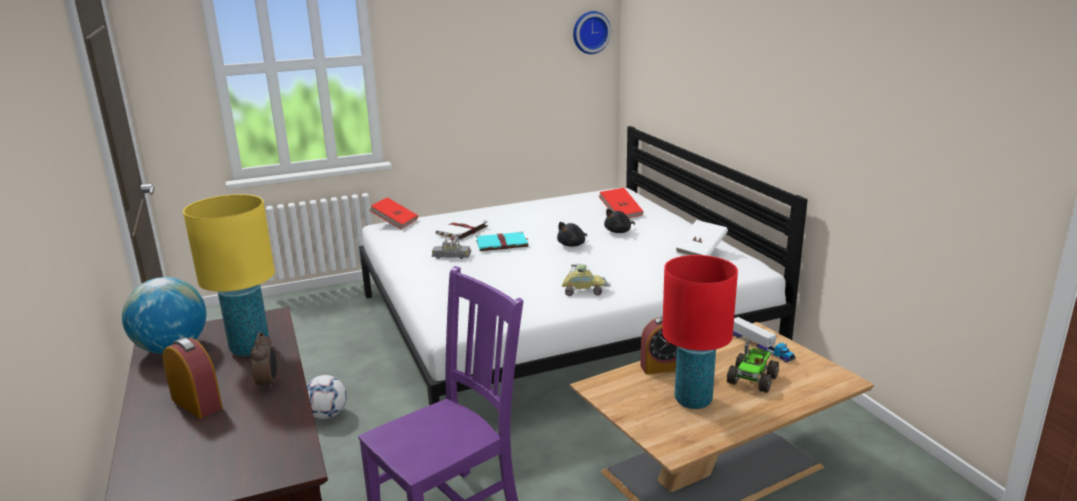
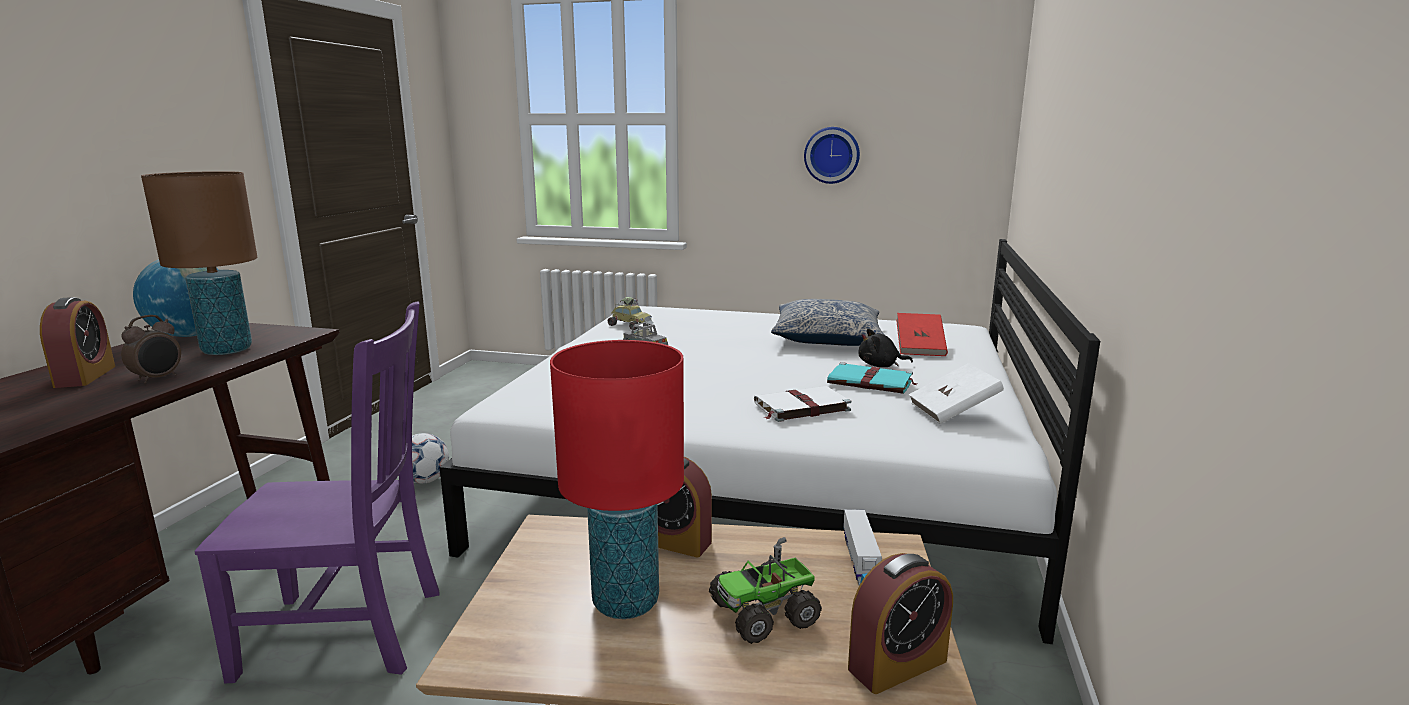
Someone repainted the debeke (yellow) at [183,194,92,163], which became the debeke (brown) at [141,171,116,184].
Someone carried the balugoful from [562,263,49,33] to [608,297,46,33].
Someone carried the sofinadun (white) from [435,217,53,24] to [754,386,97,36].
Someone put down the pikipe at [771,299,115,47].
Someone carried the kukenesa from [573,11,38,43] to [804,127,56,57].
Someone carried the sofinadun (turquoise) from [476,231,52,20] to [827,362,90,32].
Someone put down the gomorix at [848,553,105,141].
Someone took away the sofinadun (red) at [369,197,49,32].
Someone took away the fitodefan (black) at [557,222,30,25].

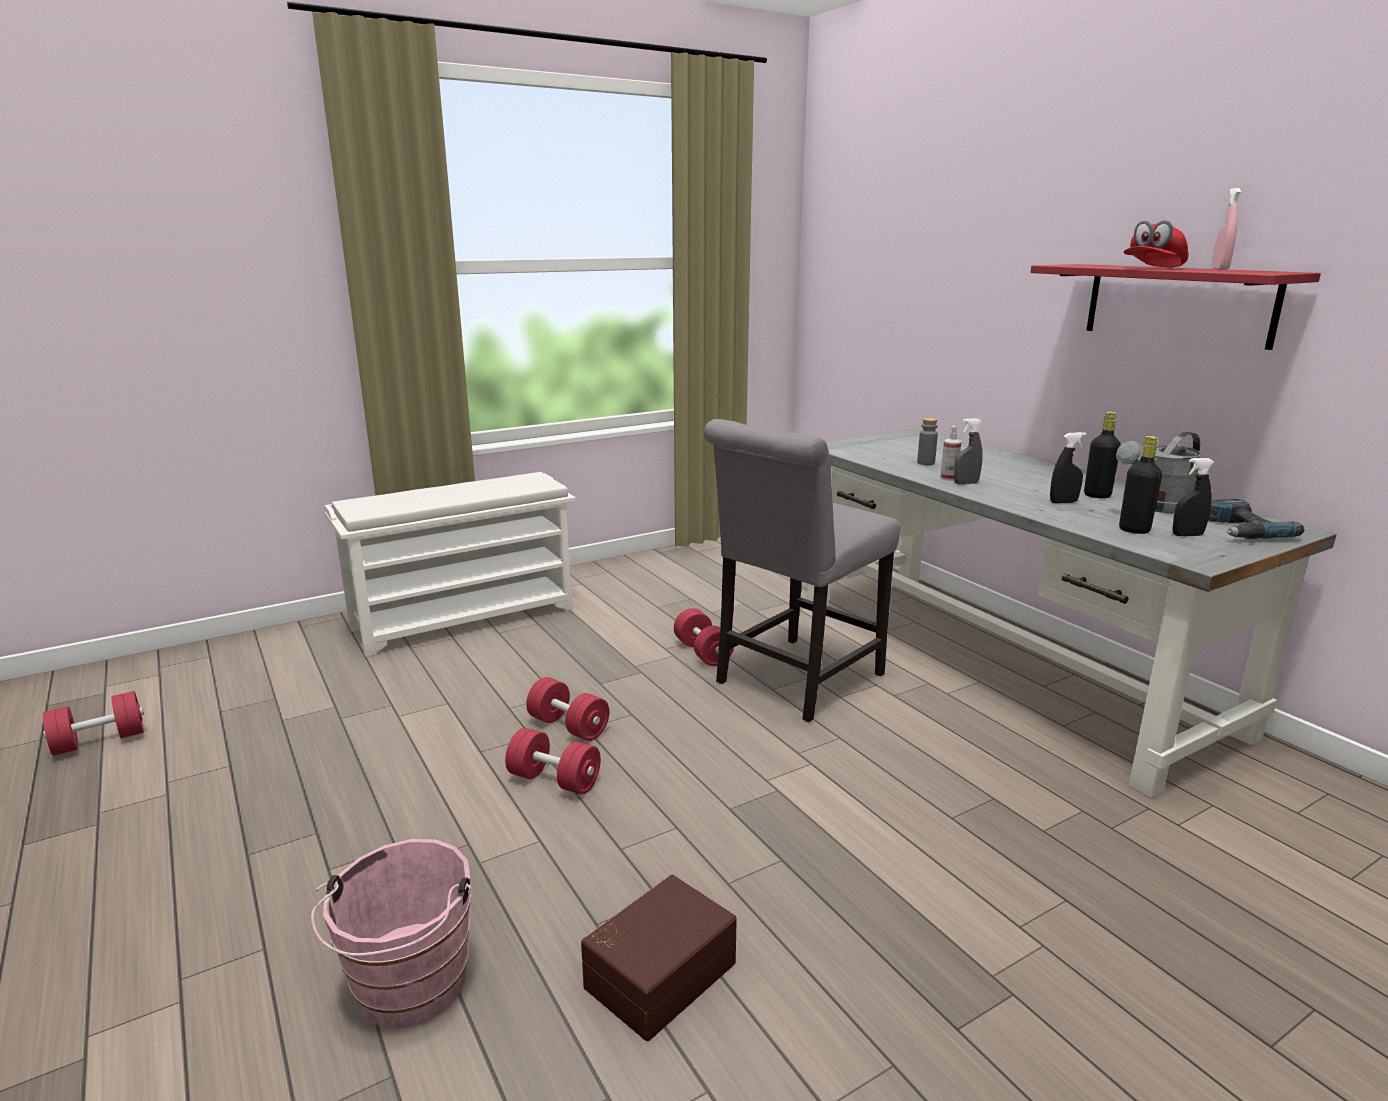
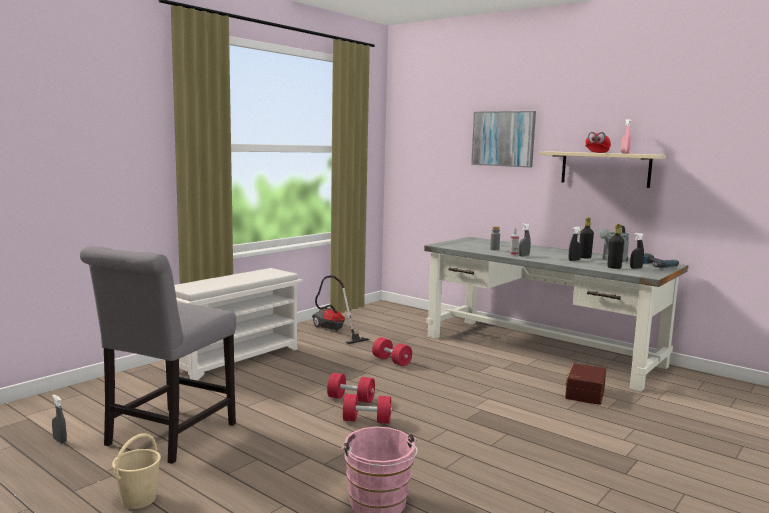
Someone swapped the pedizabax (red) at [43,691,101,65] for the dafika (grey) at [52,394,15,50].
Someone carried the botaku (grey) from [704,419,196,303] to [80,246,156,218].
Someone put down the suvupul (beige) at [112,433,49,76].
Someone put down the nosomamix at [312,276,57,68].
Someone put up the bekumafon at [471,111,65,57].
Someone repainted the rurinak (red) at [1030,264,291,86], which became the rurinak (beige) at [539,151,127,37].
Someone carried the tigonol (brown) from [581,875,156,166] to [565,363,41,42].

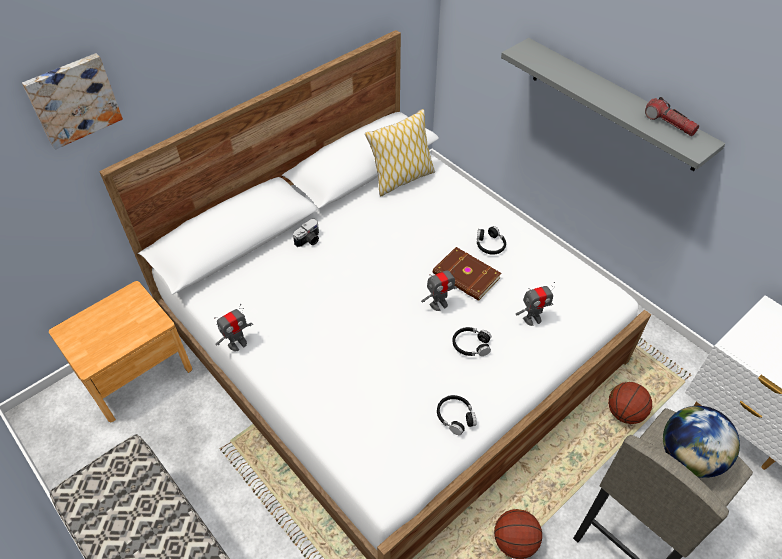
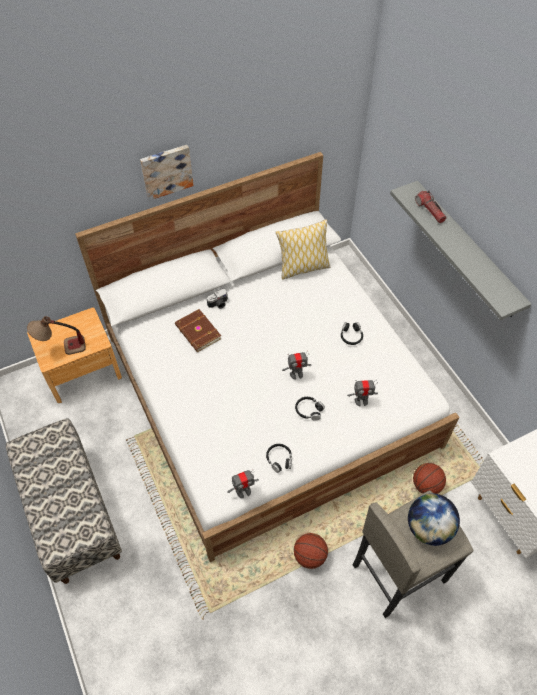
Someone put down the debeke at [27,316,59,39].
Someone carried the bekumafon from [22,53,101,97] to [140,145,53,55].
Someone carried the sofinadun (brown) from [433,247,68,54] to [175,309,47,43].
Someone carried the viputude from [214,304,39,47] to [227,470,32,28].
Someone carried the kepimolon from [645,97,54,39] to [415,191,31,32].

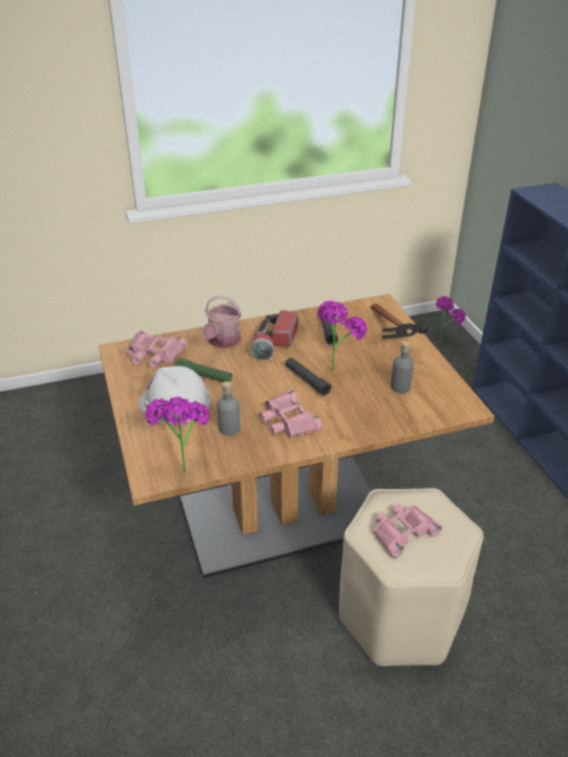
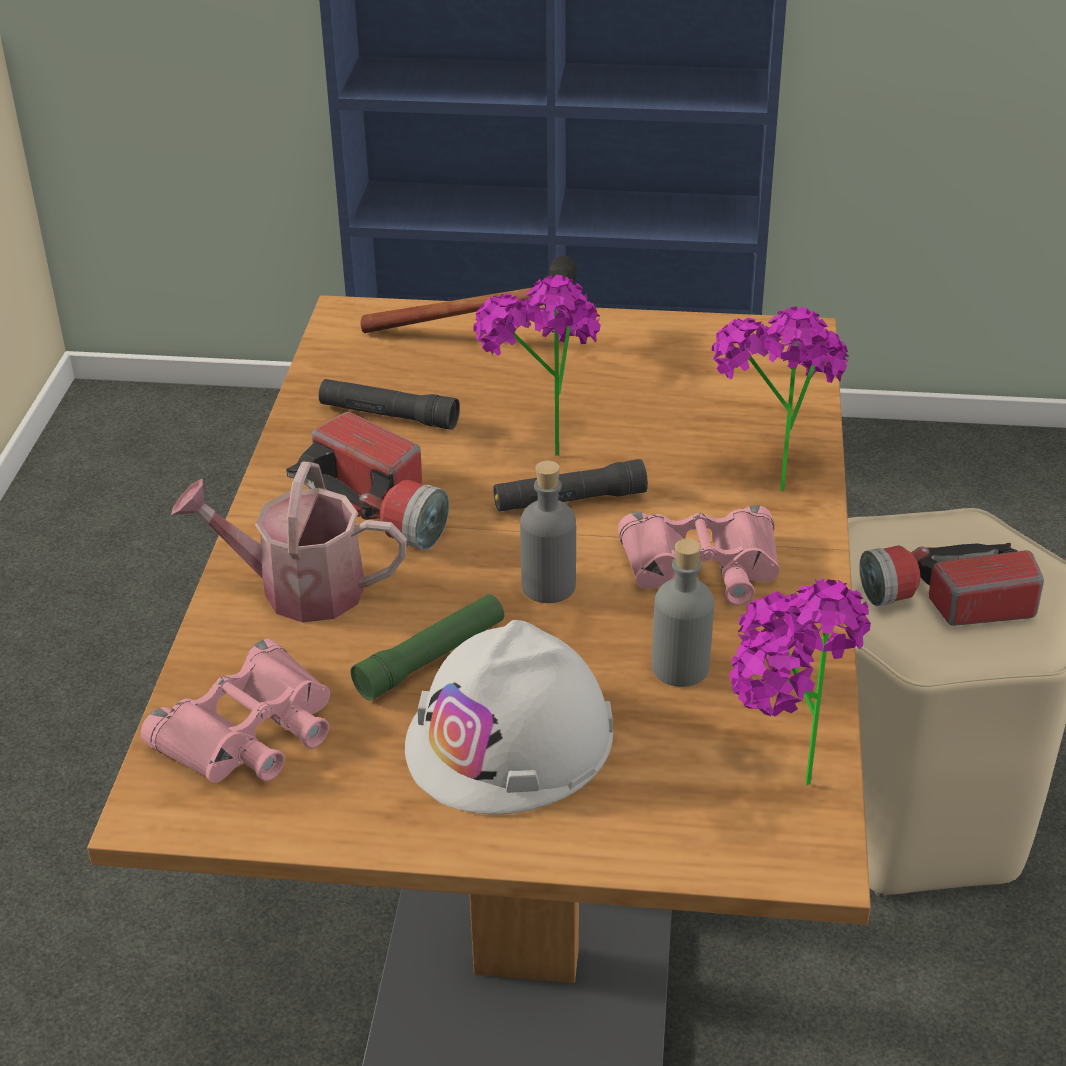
Someone rotated the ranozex at [202,296,39,52] by 150 degrees clockwise.
Someone carried the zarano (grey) from [391,341,23,52] to [520,461,56,142].
Someone carried the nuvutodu from [436,296,30,46] to [712,307,137,184].
Someone swapped the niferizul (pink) at [373,504,69,54] for the kepimolon at [859,543,185,83].

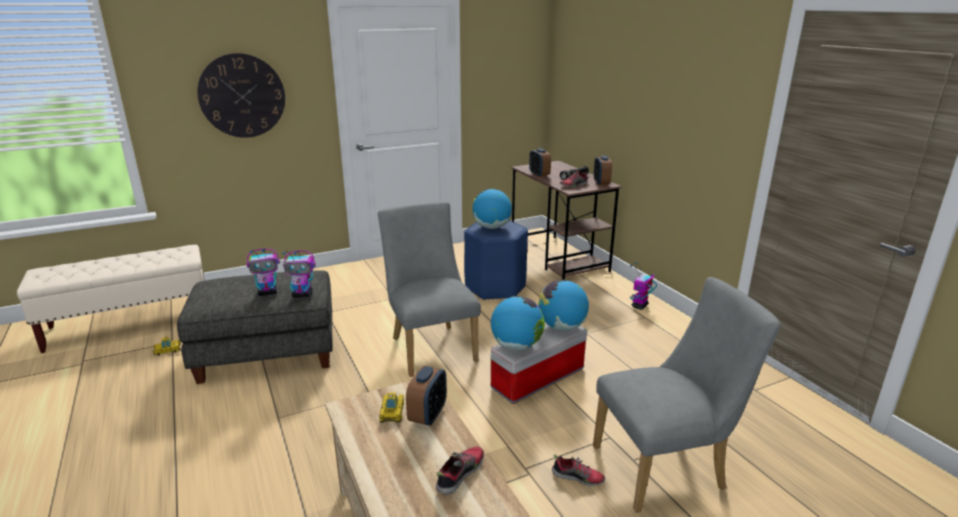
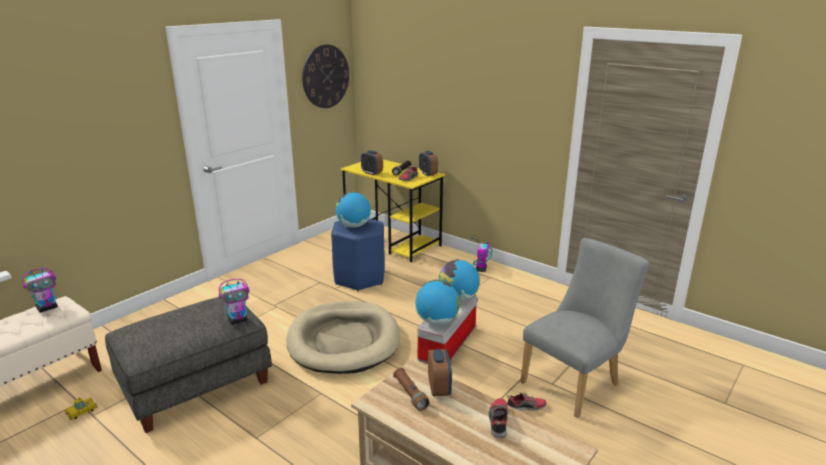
Someone carried the viputude from [247,248,33,48] to [23,268,35,45].
Someone swapped the botaku (grey) at [378,202,103,175] for the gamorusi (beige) at [286,301,114,73].
Someone carried the kukenesa from [197,53,88,85] to [302,44,47,64].
Someone repainted the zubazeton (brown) at [511,161,111,119], which became the zubazeton (yellow) at [340,160,105,102].
Someone swapped the balugoful at [379,393,25,30] for the kepimolon (brown) at [393,368,36,43].

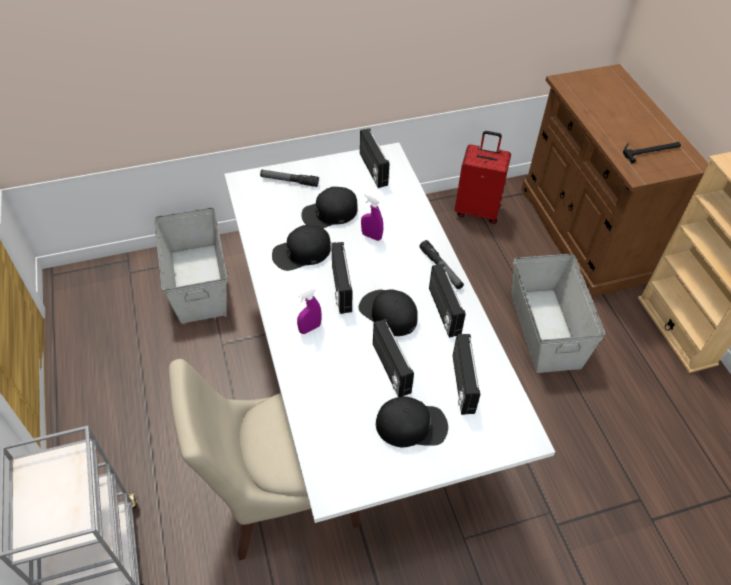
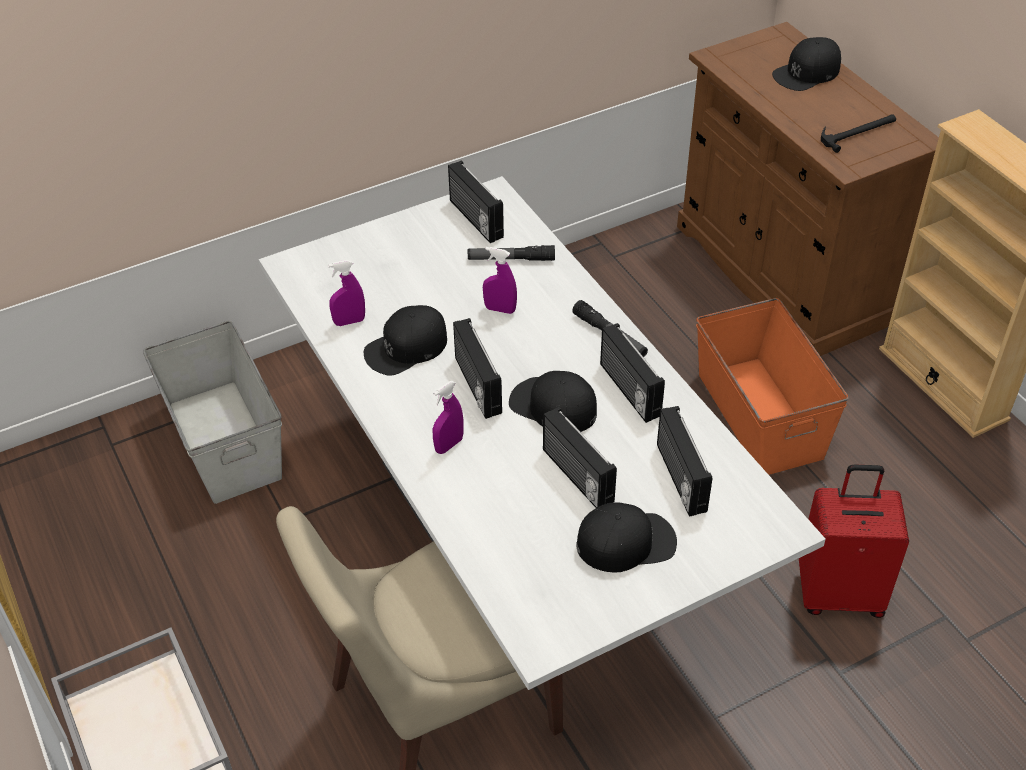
Someone put down the dafika (purple) at [328,260,37,66].
Someone carried the kepimolon from [260,170,59,17] to [468,245,87,16].
Someone repainted the tigonol (grey) at [511,254,95,119], which became the tigonol (orange) at [696,298,153,177].
Someone carried the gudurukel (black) from [302,187,56,41] to [772,37,69,54].
Someone carried the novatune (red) from [455,131,56,93] to [799,464,110,154].

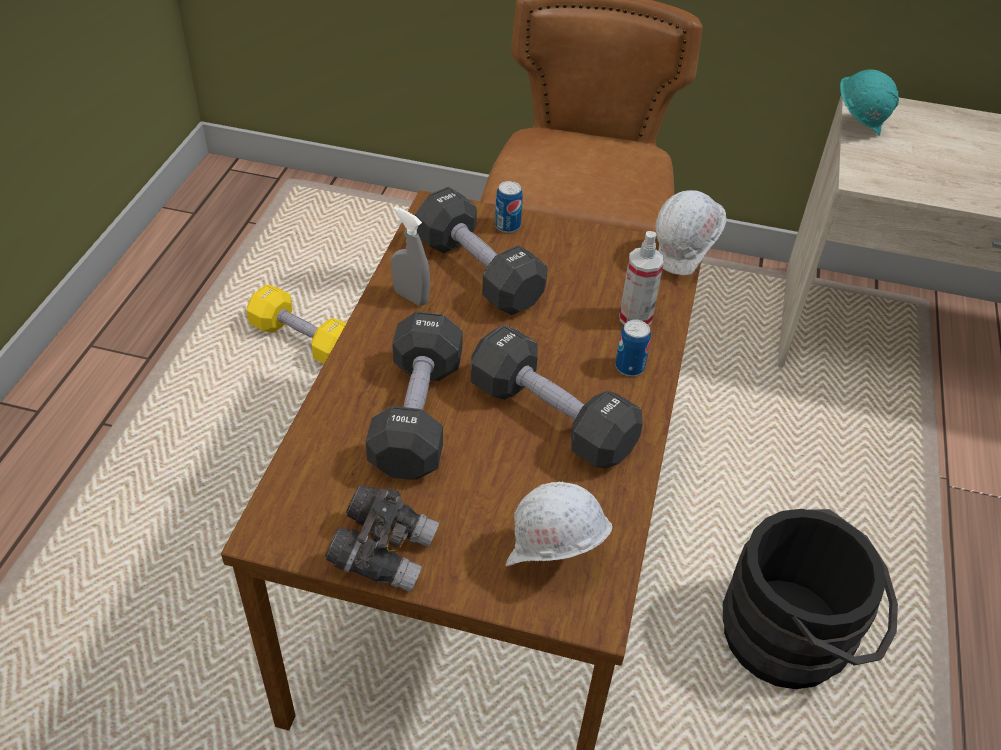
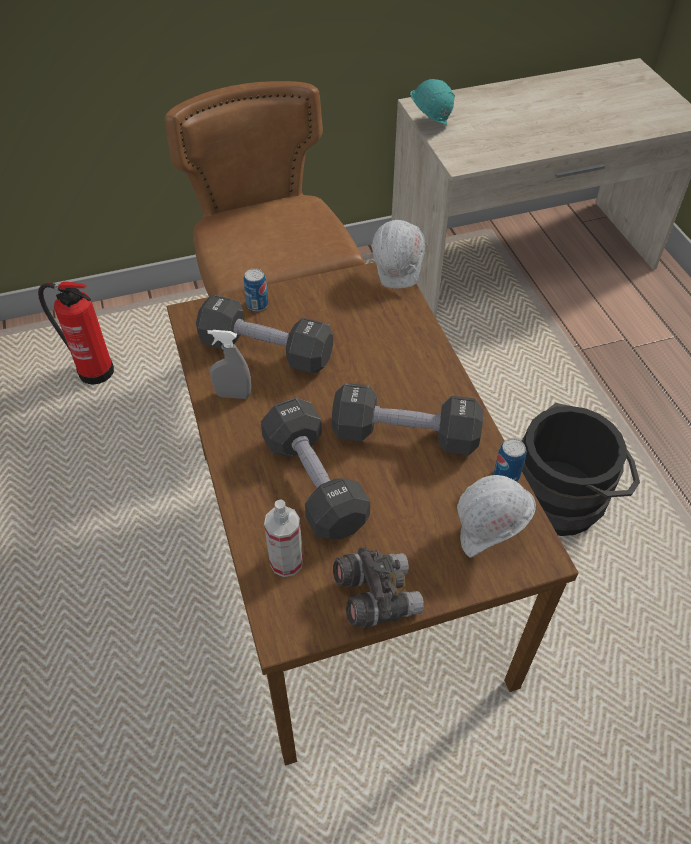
Someone put down the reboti at [38,282,76,103].
Someone carried the dafika from [619,231,45,94] to [264,500,39,77].
Someone carried the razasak from [615,320,36,56] to [494,438,32,44].
Someone took away the pedizabax (yellow) at [247,284,99,80].

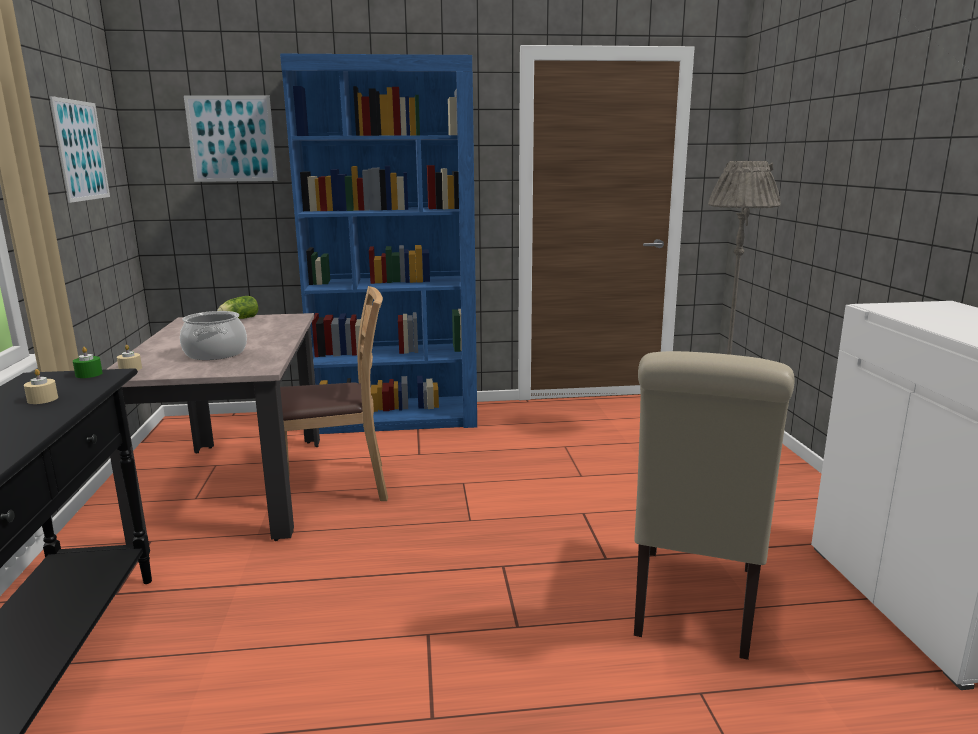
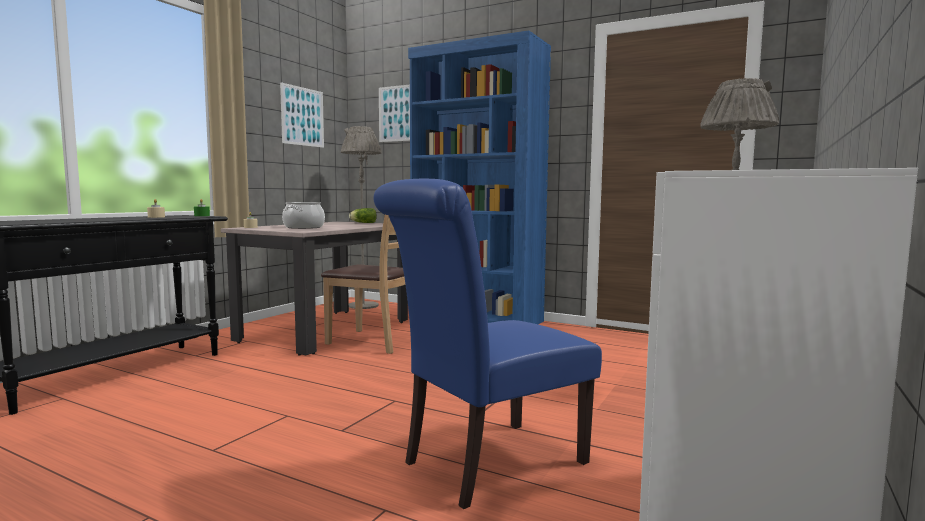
Someone put down the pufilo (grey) at [341,126,41,183].
Someone repainted the botaku (beige) at [634,351,160,309], which became the botaku (blue) at [373,179,229,330].

